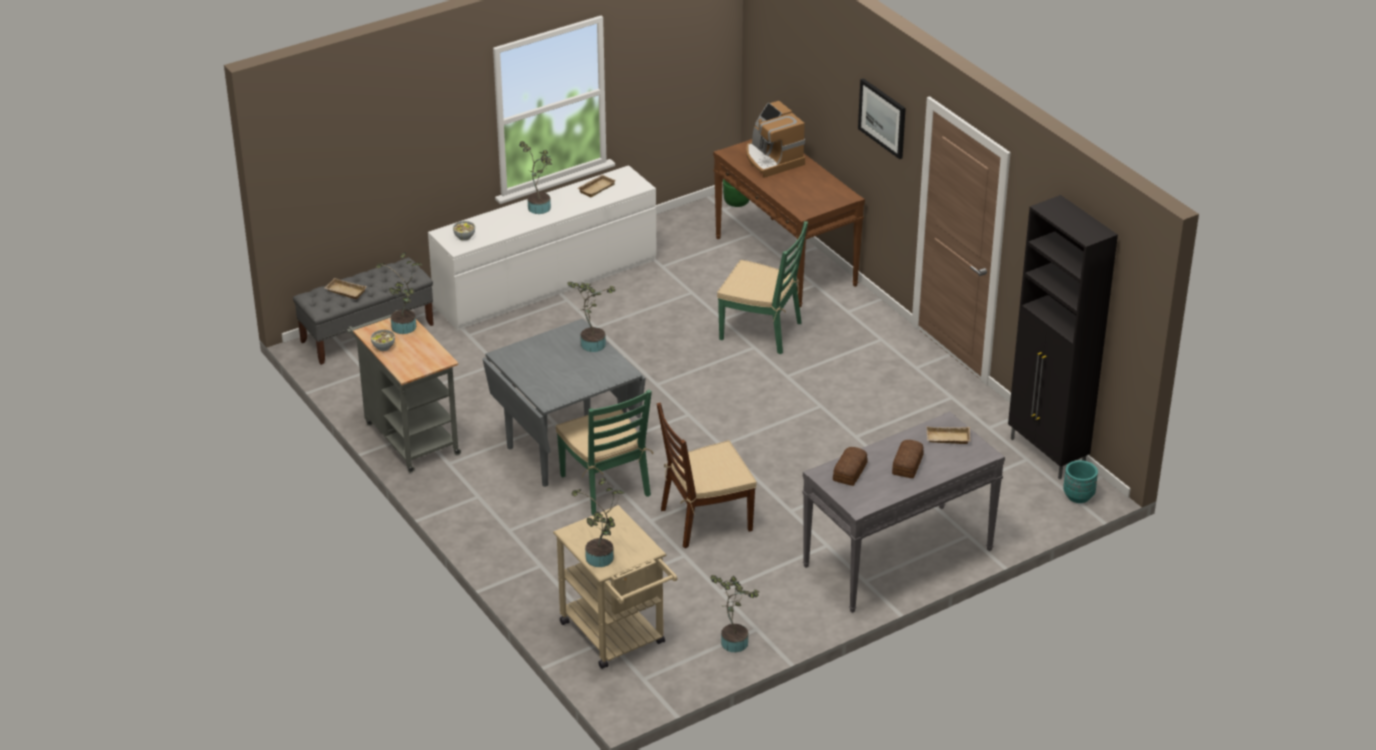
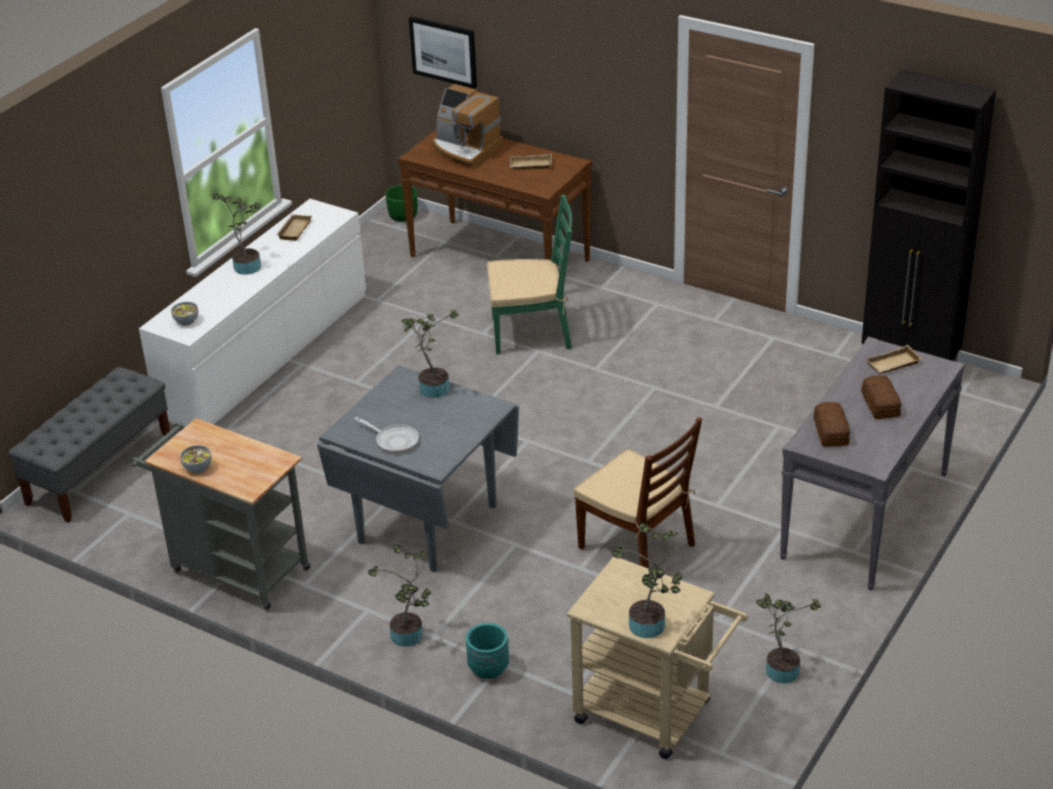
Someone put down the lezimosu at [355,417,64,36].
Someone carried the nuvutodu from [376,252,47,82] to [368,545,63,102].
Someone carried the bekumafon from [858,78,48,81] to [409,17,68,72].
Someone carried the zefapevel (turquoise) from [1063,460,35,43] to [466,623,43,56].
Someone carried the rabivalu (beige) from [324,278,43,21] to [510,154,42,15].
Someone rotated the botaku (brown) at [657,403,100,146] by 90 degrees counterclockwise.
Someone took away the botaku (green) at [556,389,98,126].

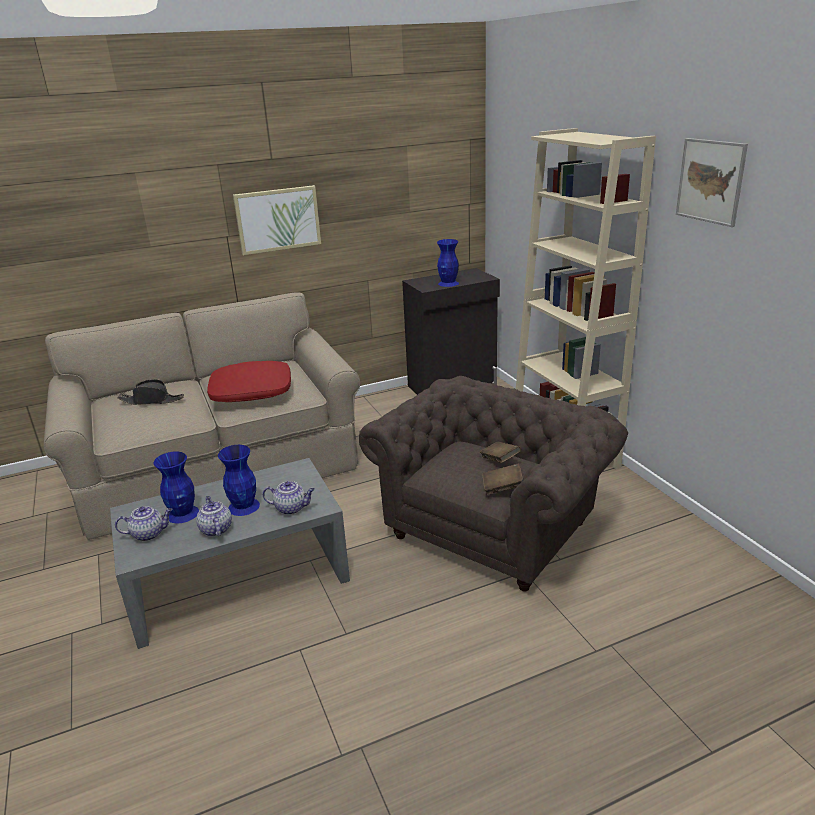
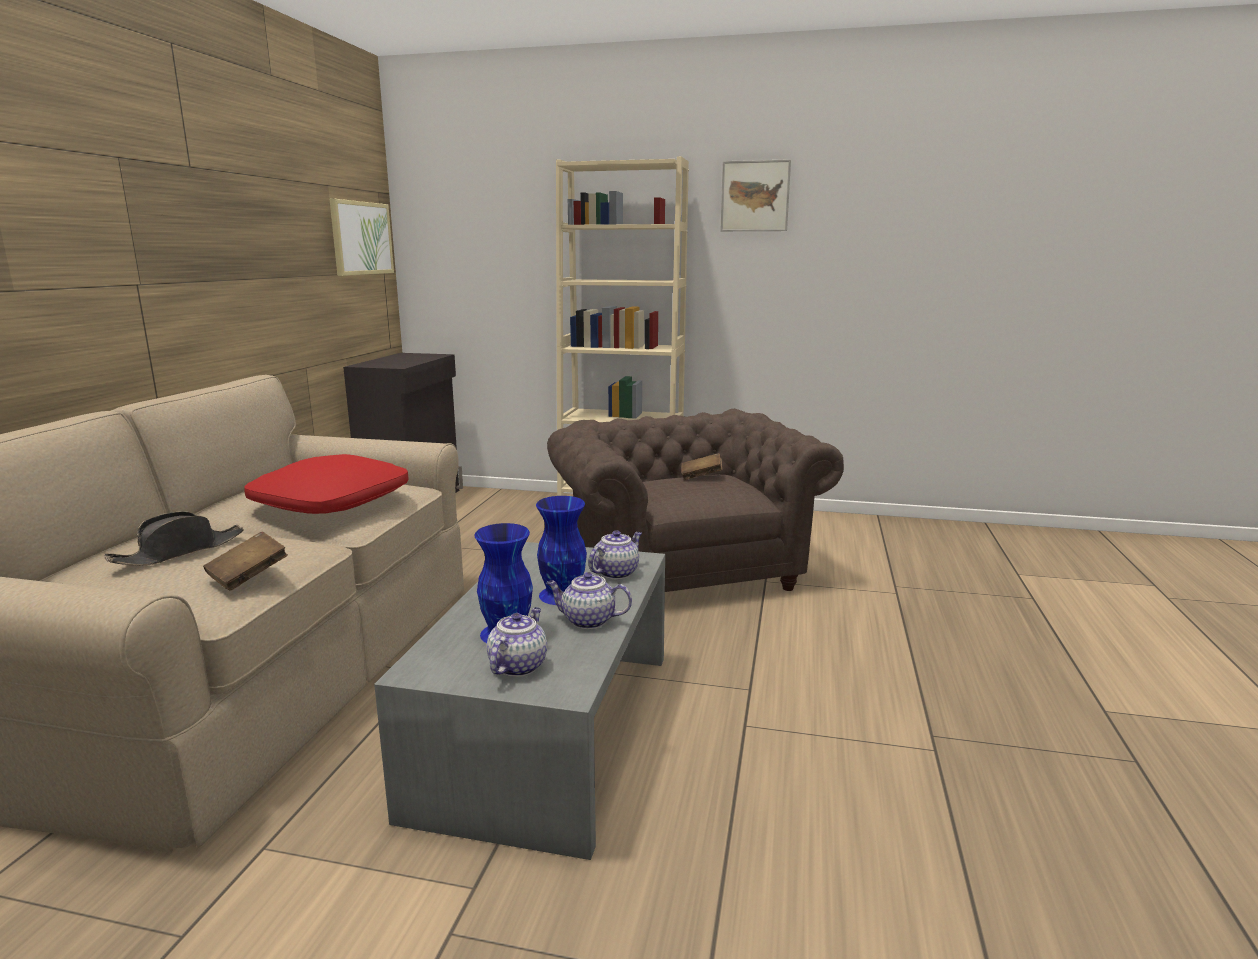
Someone carried the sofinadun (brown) from [482,463,41,32] to [203,531,85,60].
Someone carried the bekumafon from [233,185,88,70] to [330,199,64,77].
Someone took away the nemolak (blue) at [437,239,22,48].

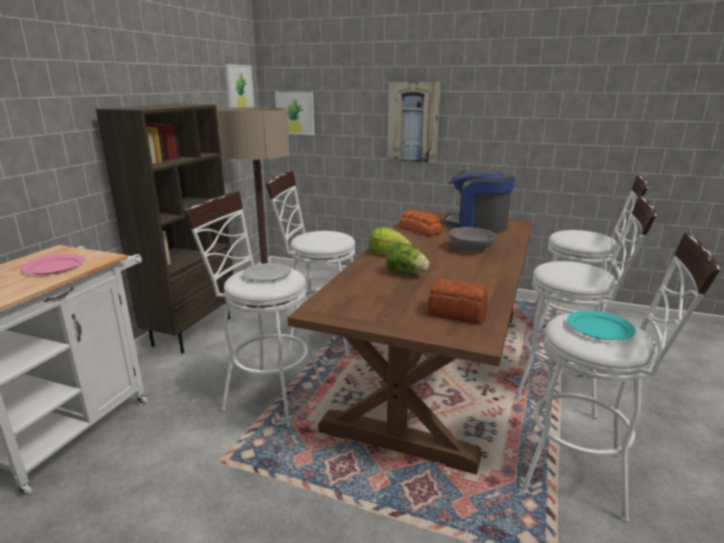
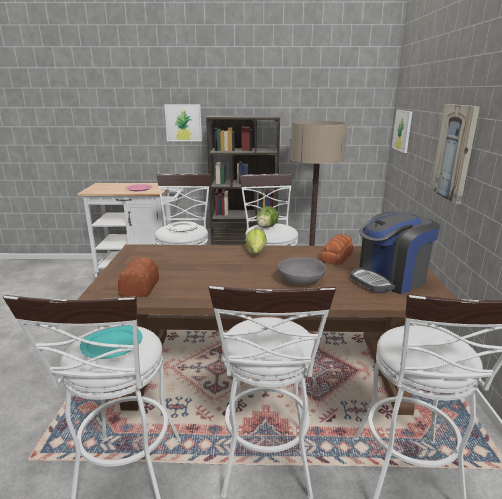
Someone carried the bekumafon from [224,64,31,44] to [164,104,38,37].
Someone carried the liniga from [386,242,44,32] to [256,206,23,22].
Someone rotated the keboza at [444,170,71,63] by 120 degrees counterclockwise.

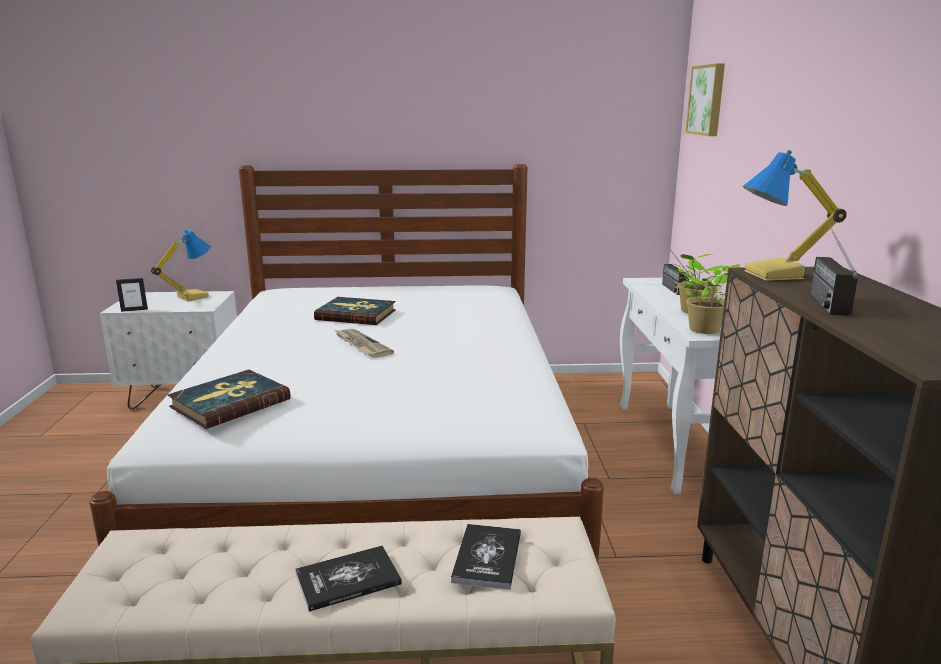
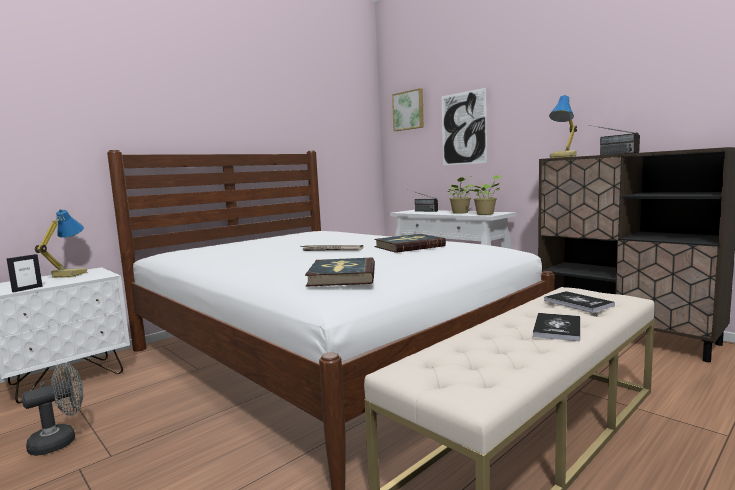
Someone put down the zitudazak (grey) at [21,363,62,93].
Someone carried the sofinadun from [314,297,82,28] to [374,234,72,19].
Someone put up the bekumafon at [442,88,45,77].

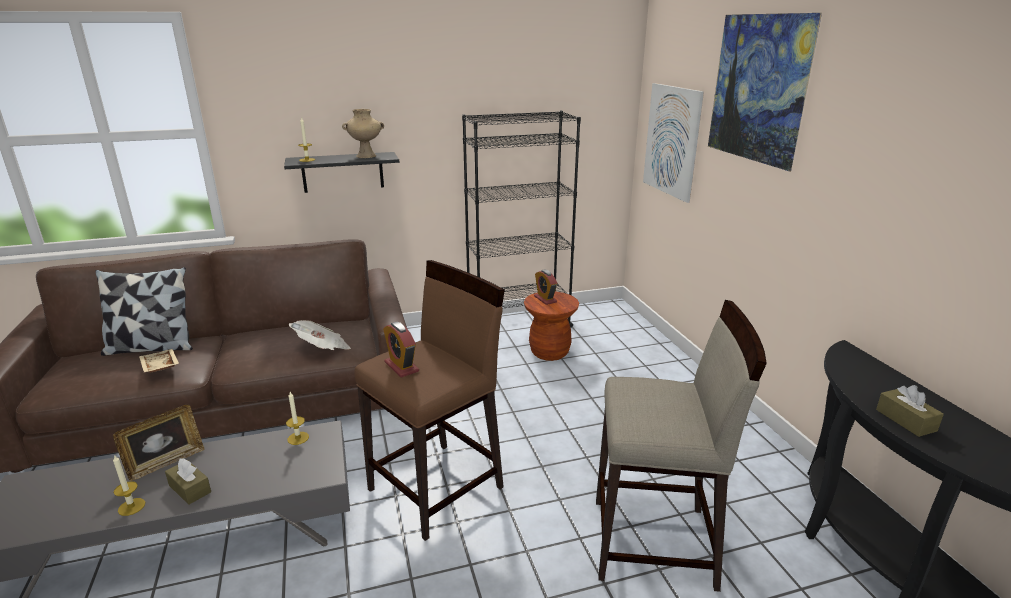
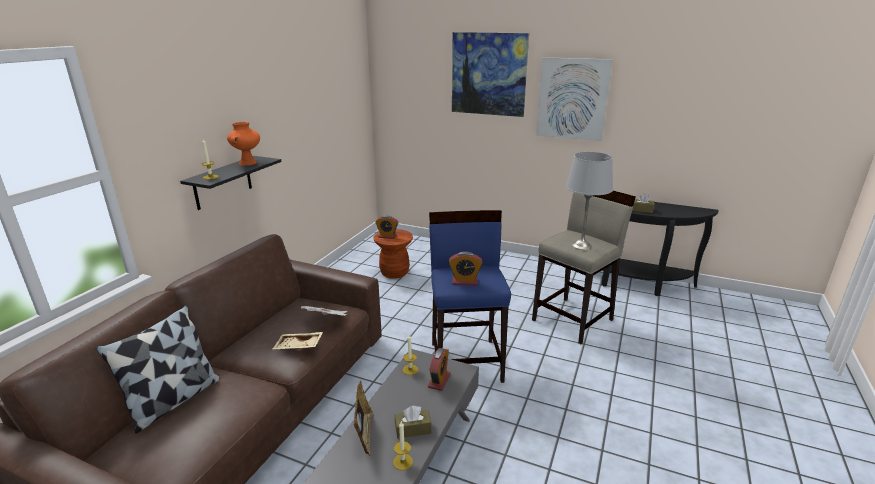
Someone repainted the nemolak (beige) at [342,109,42,49], which became the nemolak (orange) at [227,122,33,44].
Someone carried the rabivalu (beige) from [139,349,40,24] to [272,332,51,17].
Someone put down the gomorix at [428,348,23,43].
Someone repainted the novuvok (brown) at [354,260,151,281], which became the novuvok (blue) at [429,210,82,173].
Someone carried the bekumafon from [643,83,61,120] to [536,57,77,84].
Someone put down the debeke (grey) at [566,152,47,98].
Someone took away the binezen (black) at [462,111,119,217].

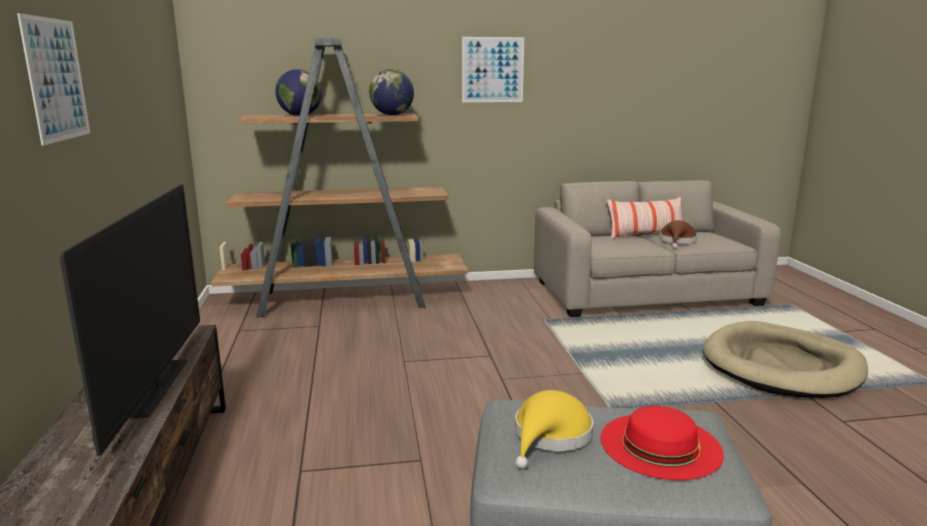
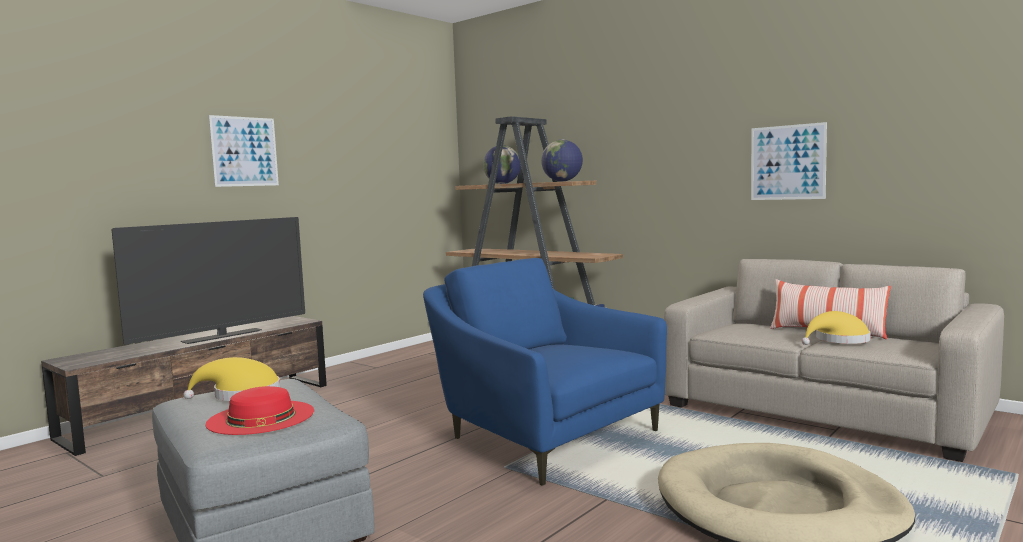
Someone put down the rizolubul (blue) at [423,258,244,228].
Someone carried the bekumafon from [462,37,62,65] to [751,122,76,78].
Someone repainted the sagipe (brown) at [660,220,37,29], which became the sagipe (yellow) at [802,311,69,34].

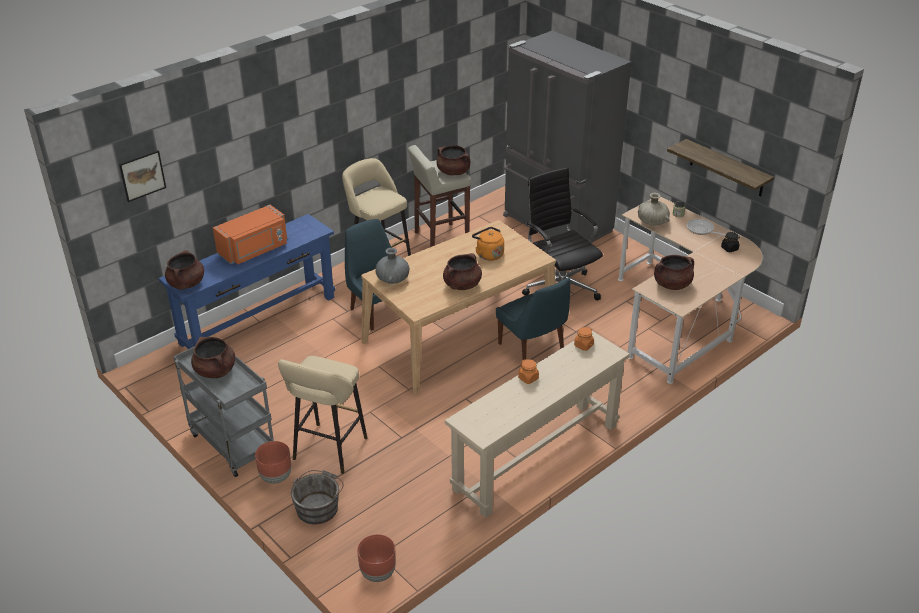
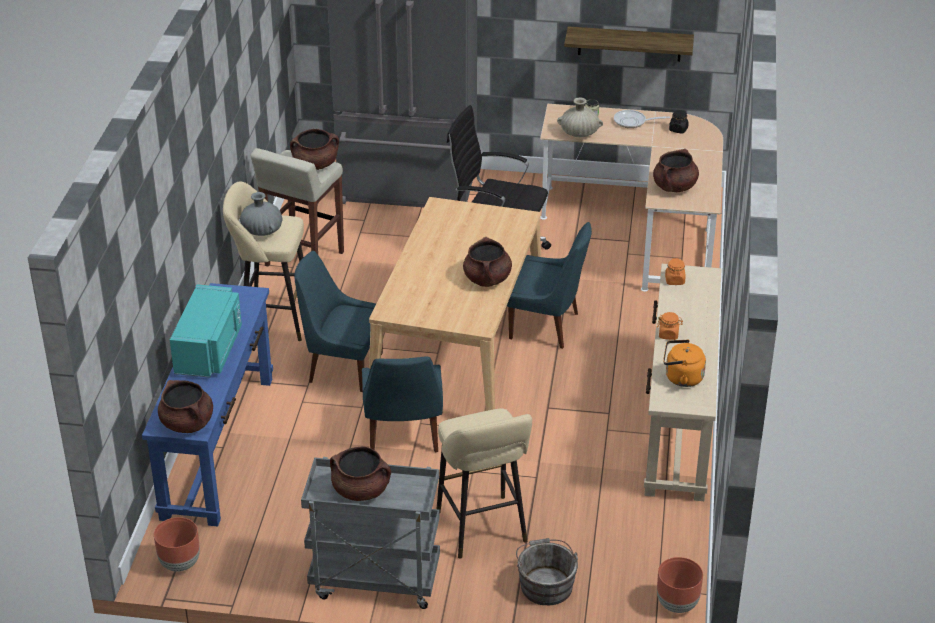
Someone carried the zefapevel (brown) from [255,441,36,43] to [154,517,46,55].
Someone repainted the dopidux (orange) at [213,205,74,59], which became the dopidux (turquoise) at [170,284,72,94].
Someone carried the nemolak (grey) from [376,248,33,36] to [240,192,42,44].
Someone put down the botaku (blue) at [362,356,81,96].
Someone carried the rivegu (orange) from [472,227,32,34] to [663,340,43,47].
Someone took away the bekumafon at [119,150,47,52].

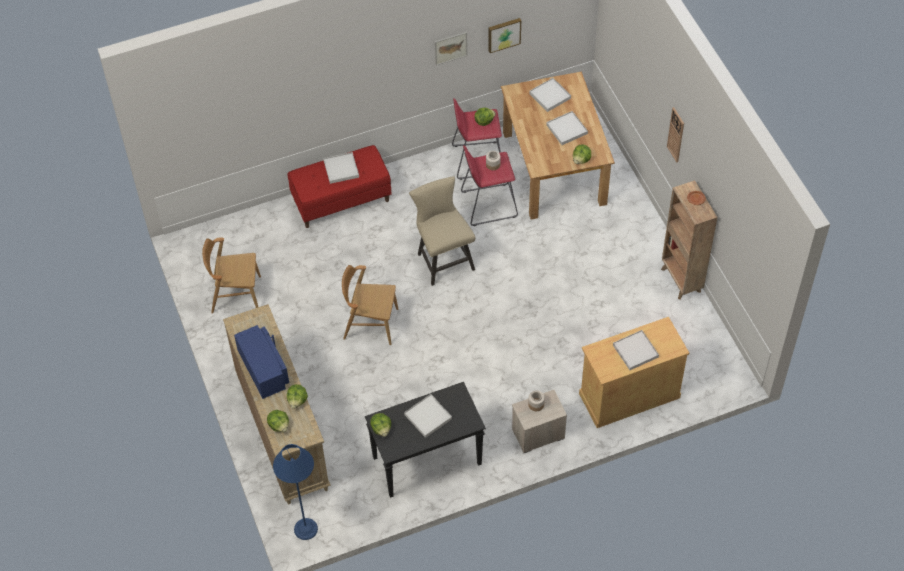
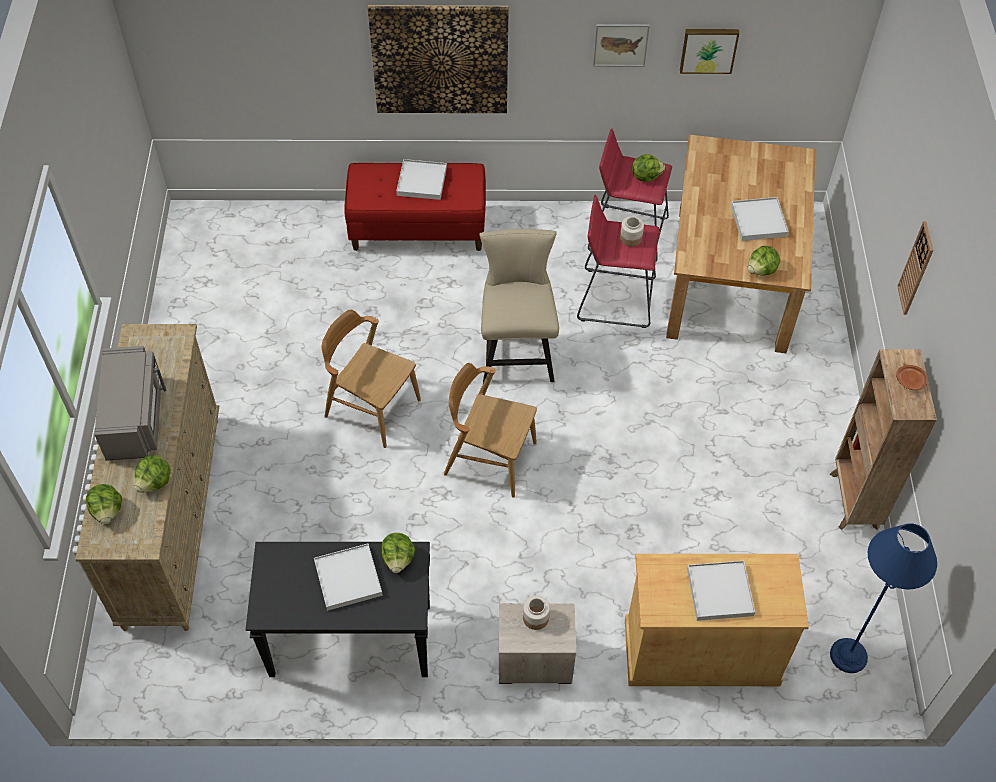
Someone repainted the dopidux (blue) at [234,325,55,74], which became the dopidux (grey) at [94,346,72,115].
Someone put up the bekumafon at [368,5,141,108].
Someone carried the liniga from [370,413,21,24] to [381,533,34,40].
Someone carried the botaku (brown) from [202,237,59,77] to [444,363,93,135].
Someone carried the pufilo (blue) from [273,444,45,96] to [830,523,107,150].
Someone took away the rabivalu (white) at [529,78,42,34].

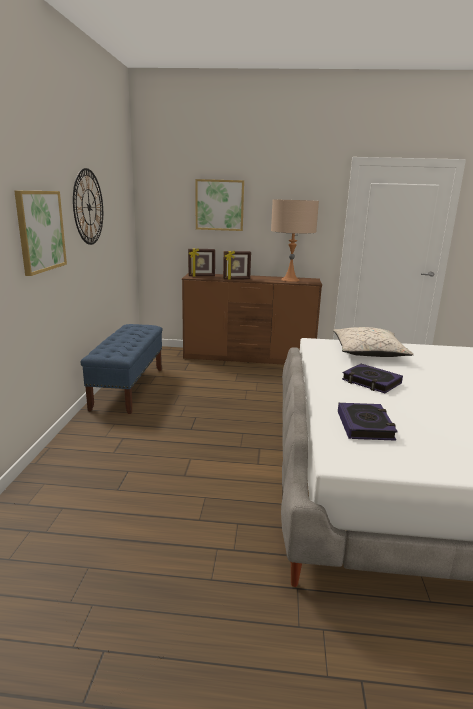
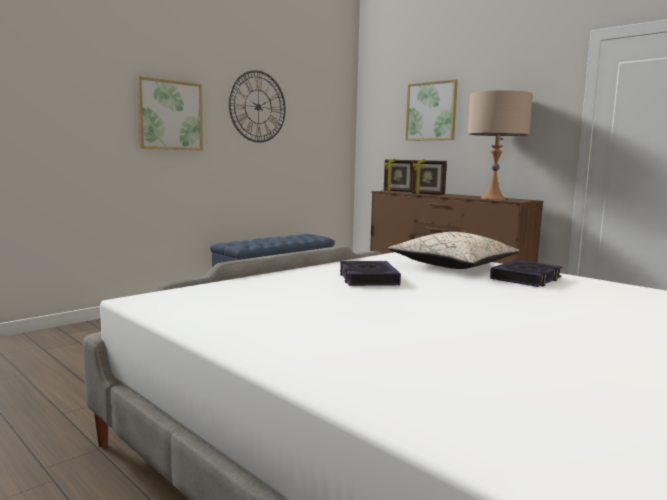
Someone carried the sofinadun from [338,403,60,38] to [490,260,72,27].

